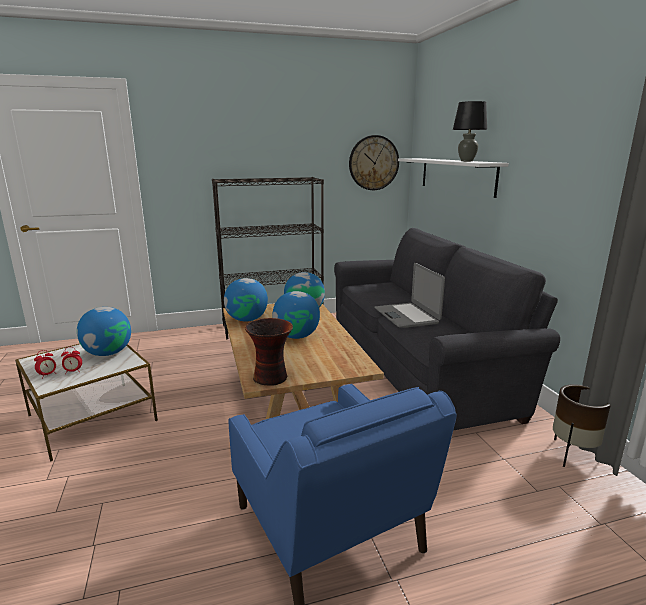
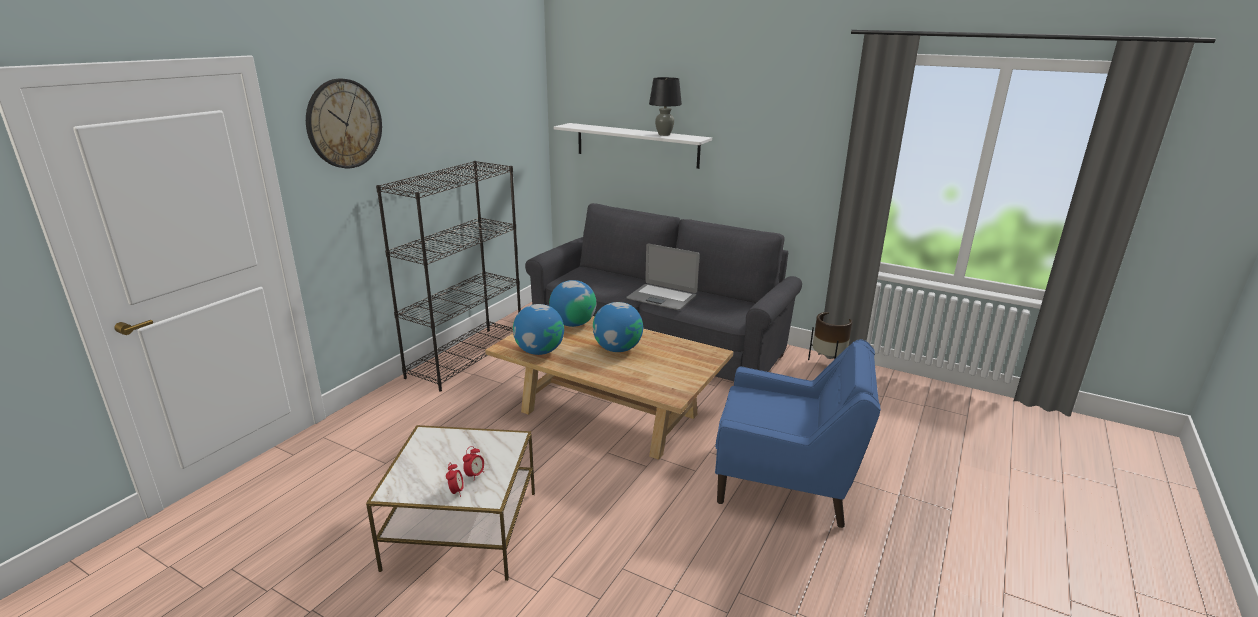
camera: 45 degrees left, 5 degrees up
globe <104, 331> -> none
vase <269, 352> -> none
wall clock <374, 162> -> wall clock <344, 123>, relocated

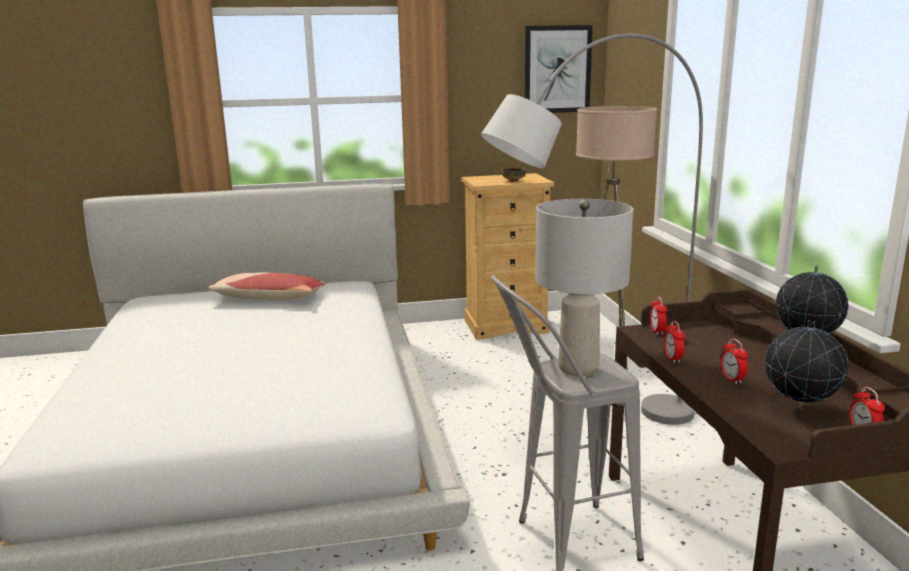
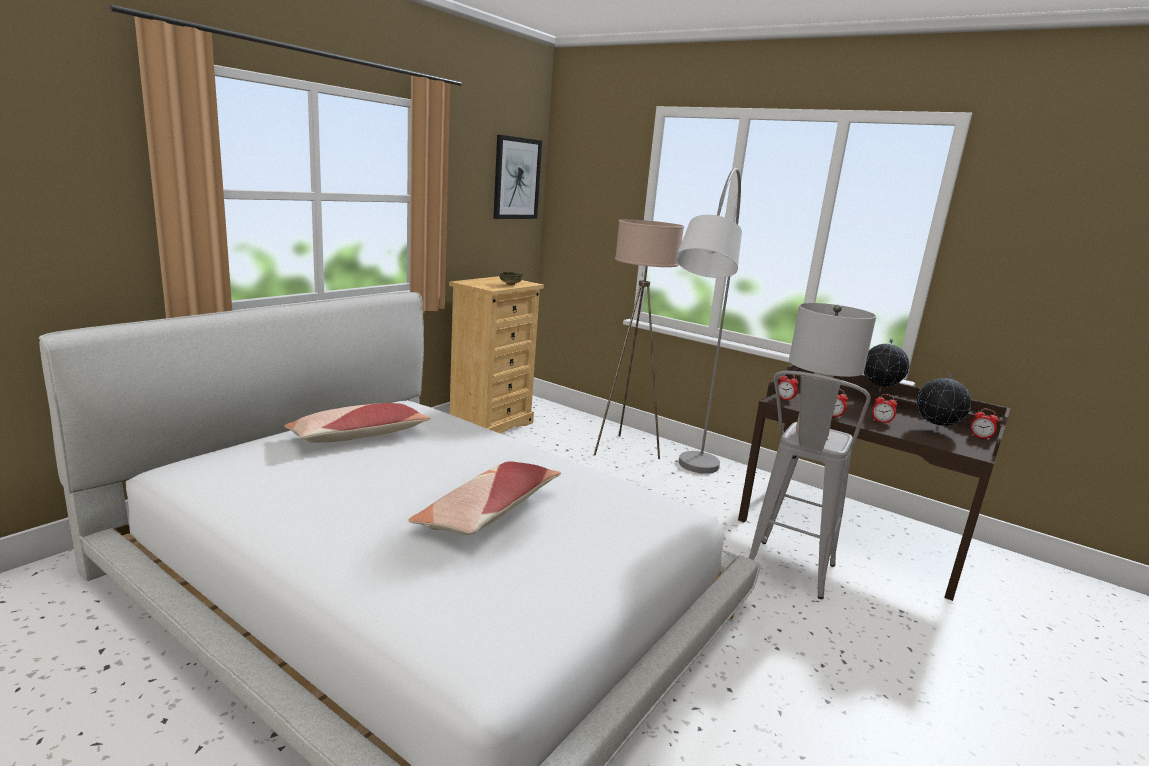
camera: 45 degrees left, 0 degrees up
none -> pillow <484, 498>

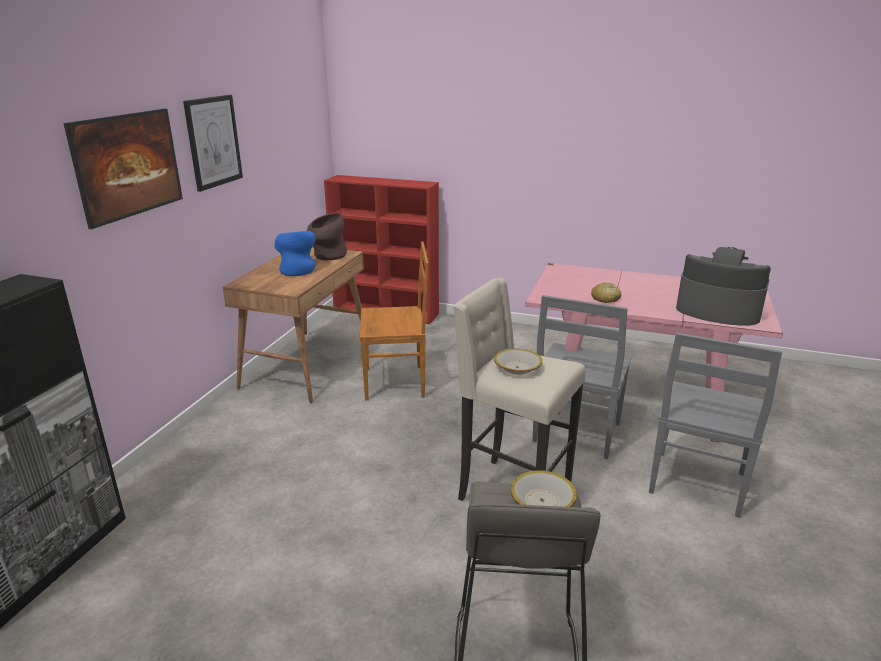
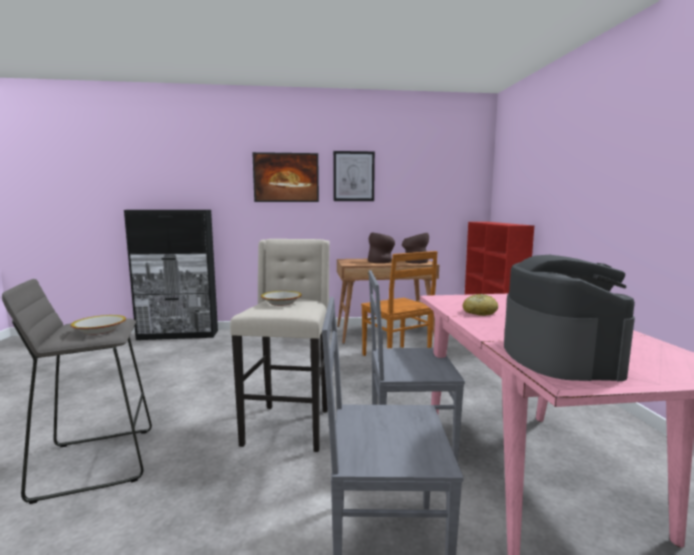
camera: 65 degrees right, 15 degrees down
blue vase <295, 253> -> brown vase <381, 248>

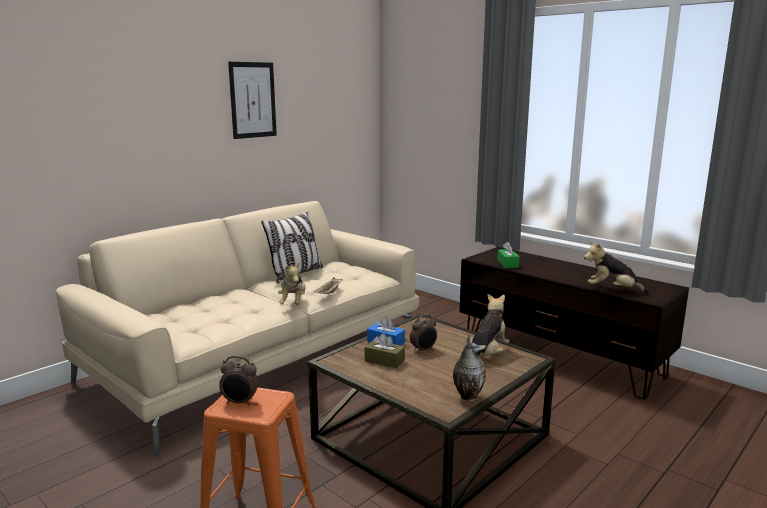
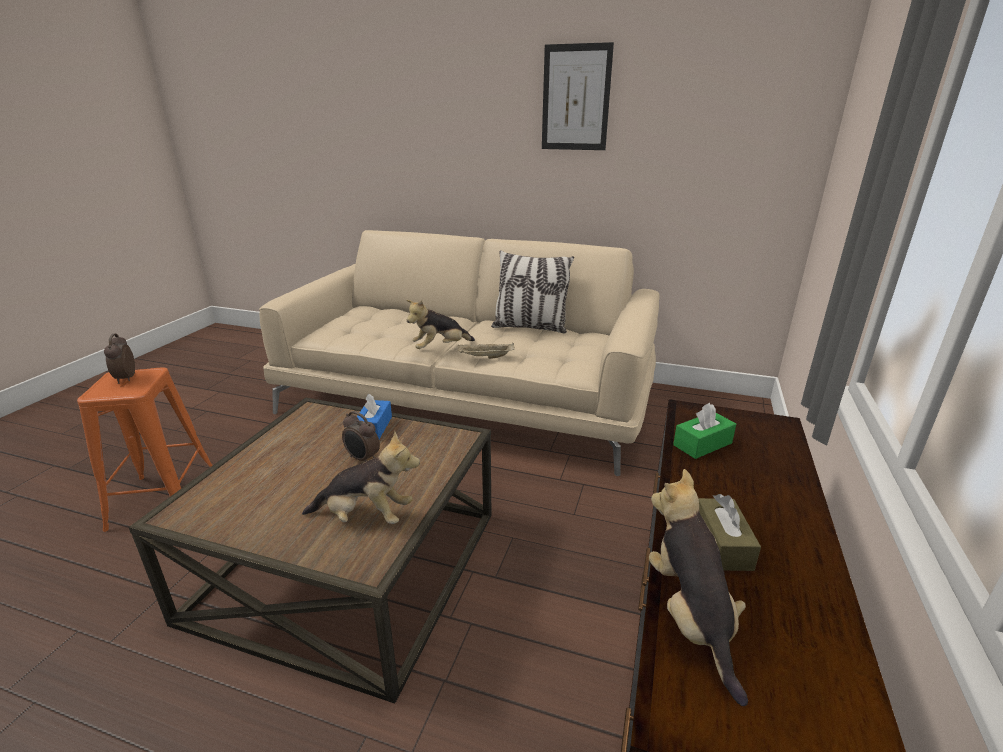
camera: 65 degrees right, 10 degrees up
brown tissue box <385, 350> -> brown tissue box <730, 532>, relocated
vase <469, 368> -> none

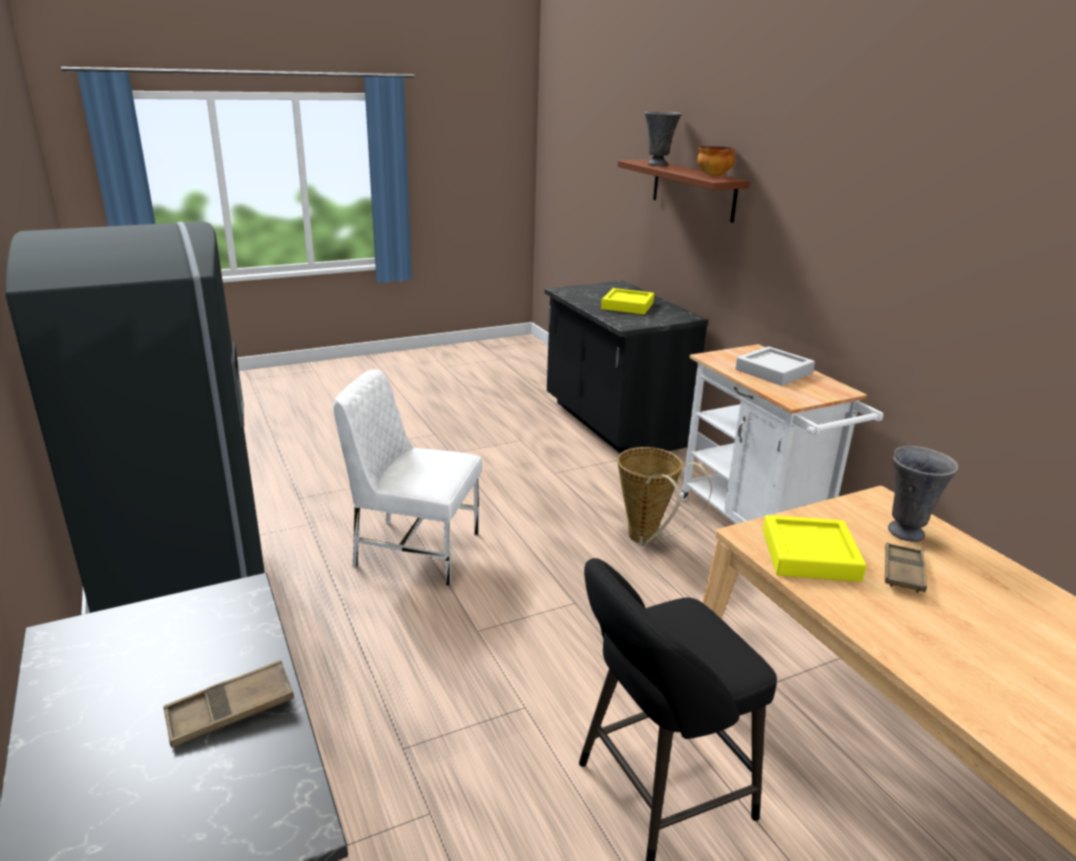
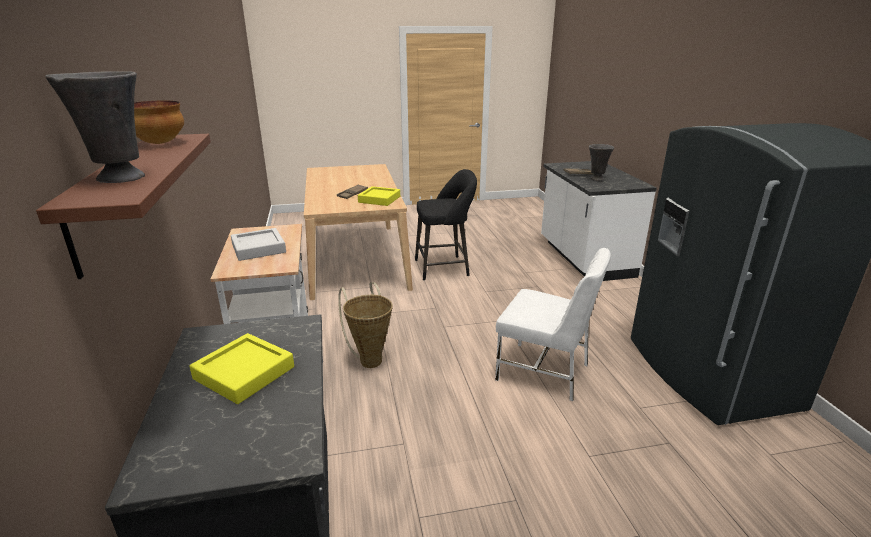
camera: 165 degrees left, 0 degrees up
grey vase <923, 494> -> grey vase <601, 162>, relocated

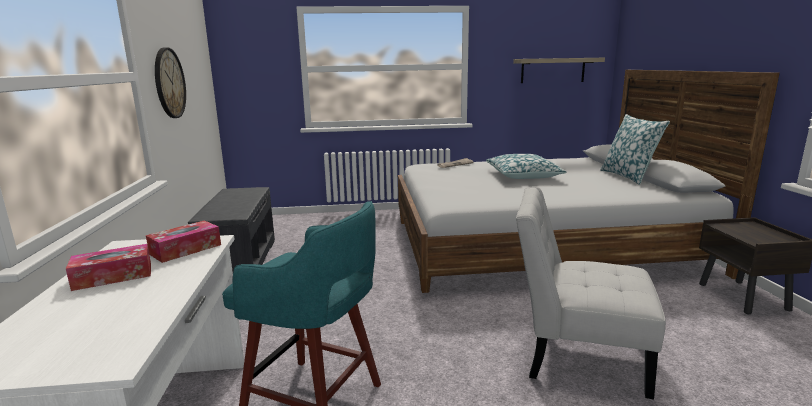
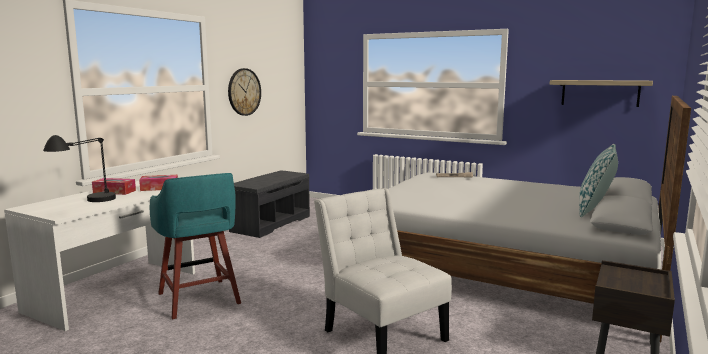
camera: 35 degrees right, 5 degrees down
pillow <526, 166> -> none
none -> black table lamp <79, 168>

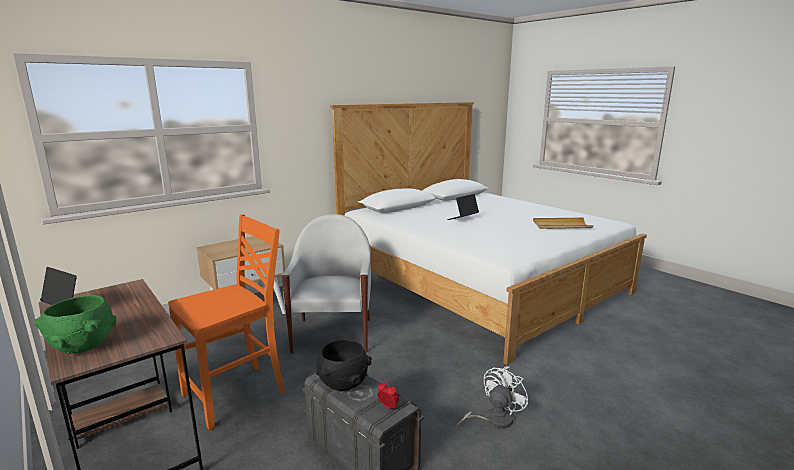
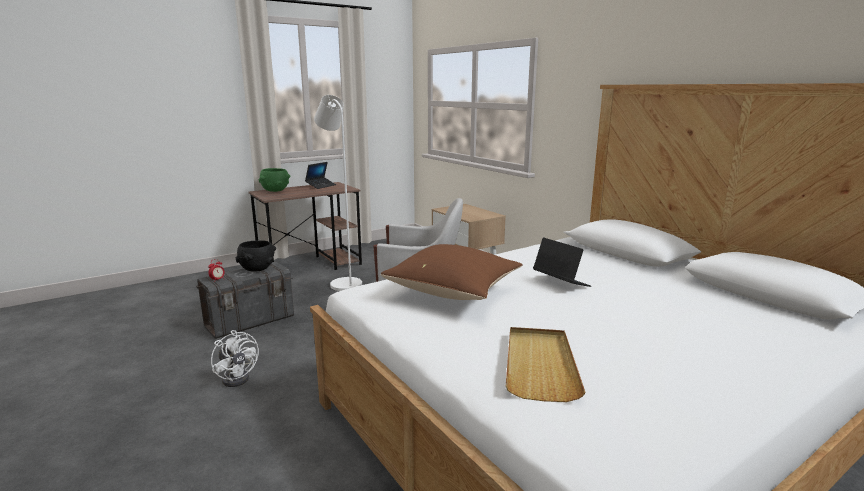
camera: 95 degrees right, 0 degrees up
orange chair <226, 322> -> white floor lamp <338, 193>
none -> brown pillow <452, 272>

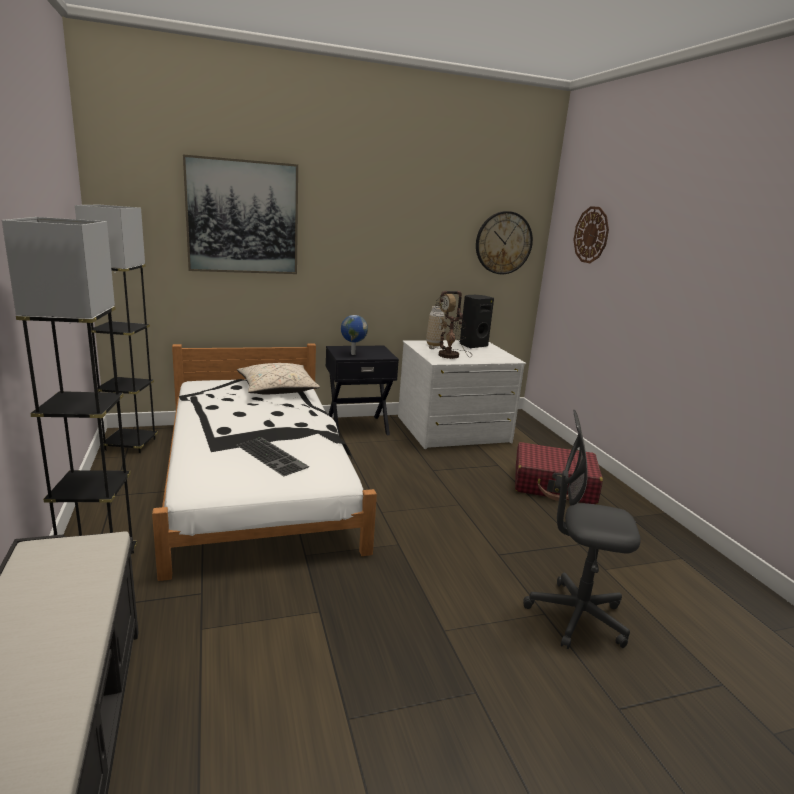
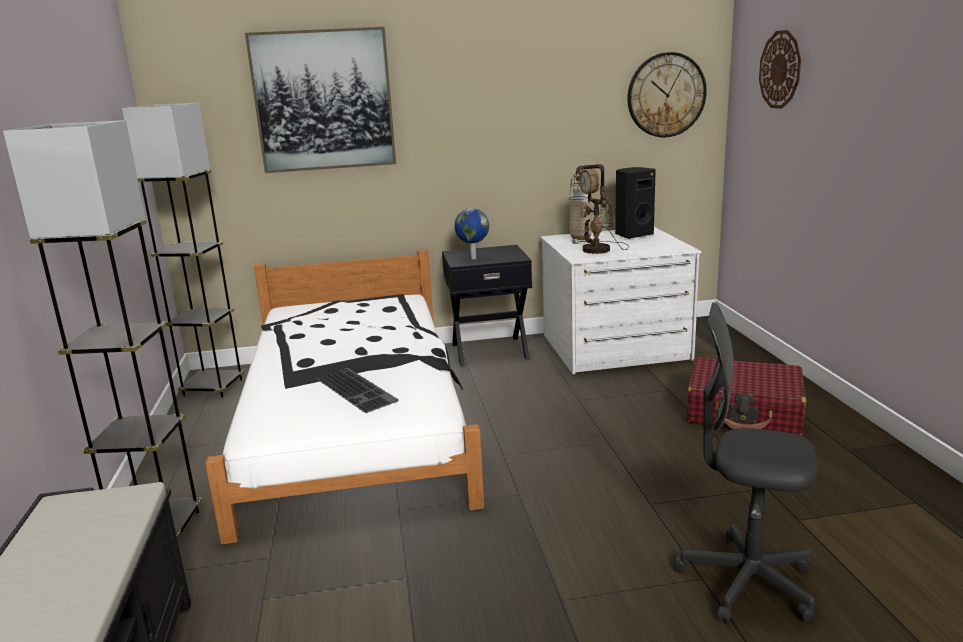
camera: 10 degrees right, 0 degrees up
beige pillow <278, 379> -> none

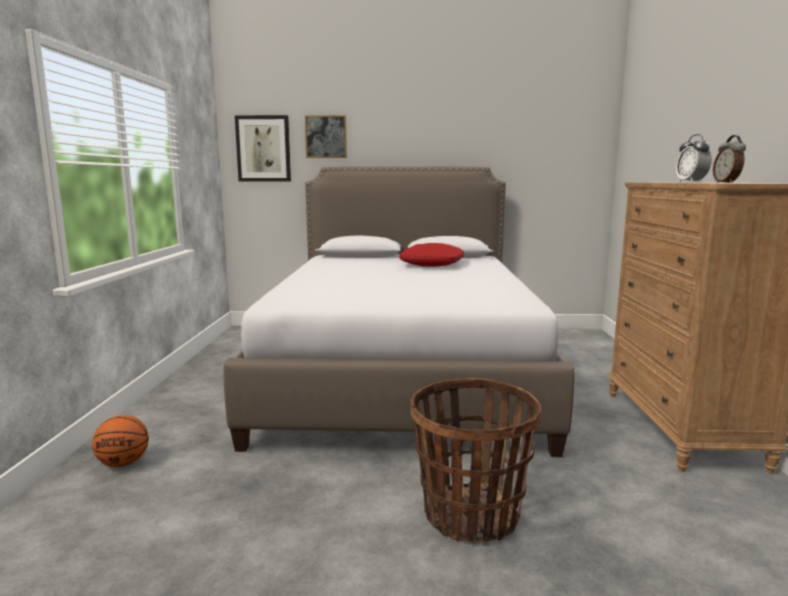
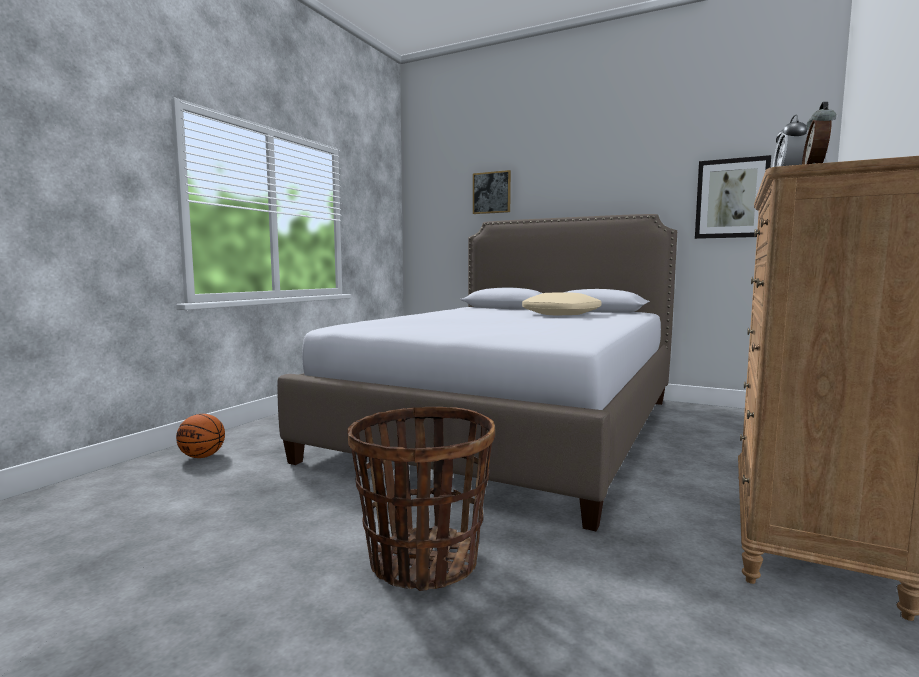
camera: 25 degrees right, 5 degrees down
picture <263, 148> -> picture <733, 197>, relocated
red pillow <432, 255> -> beige pillow <562, 303>

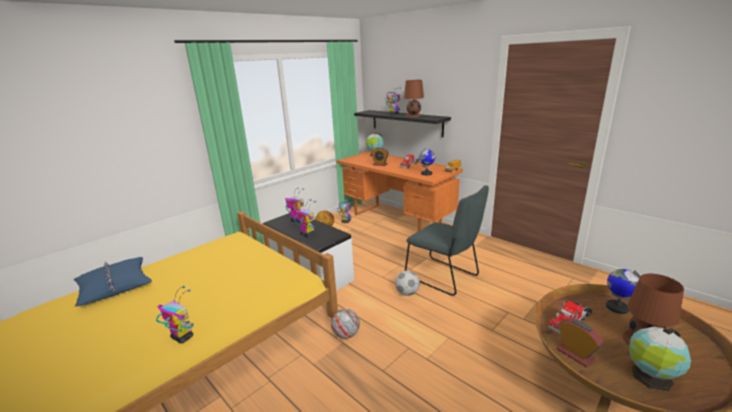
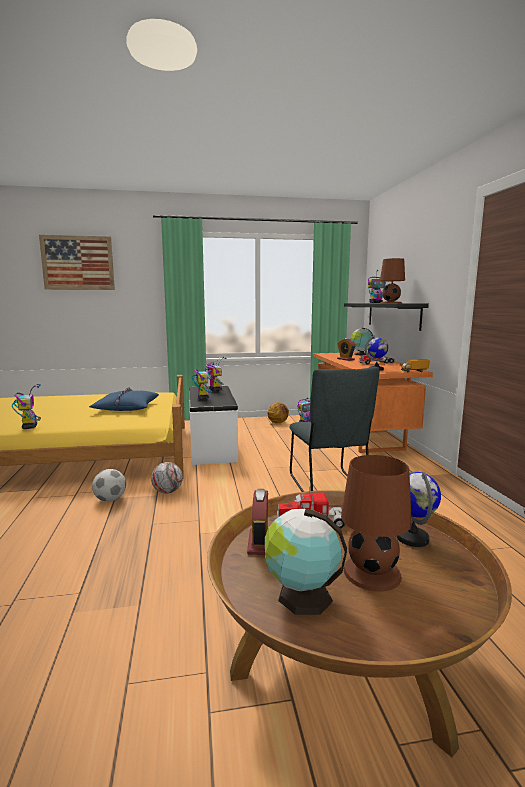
camera: 35 degrees right, 10 degrees down
blue pillow <113, 282> -> blue pillow <124, 399>, relocated
football <407, 283> -> football <109, 485>, relocated
none -> picture <77, 262>

